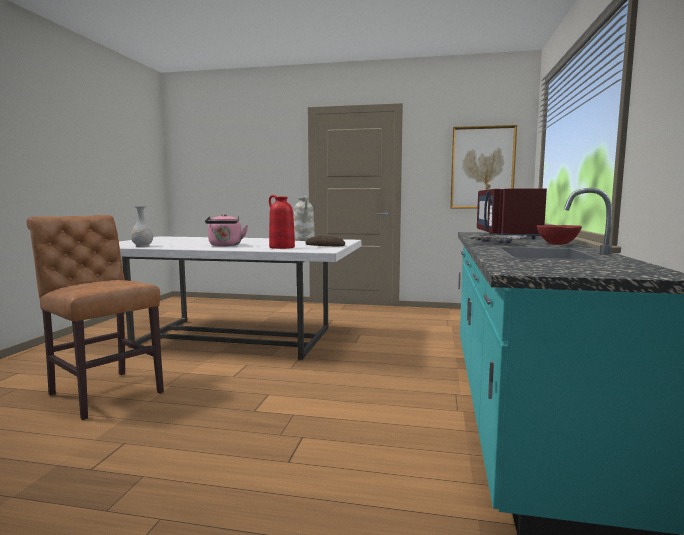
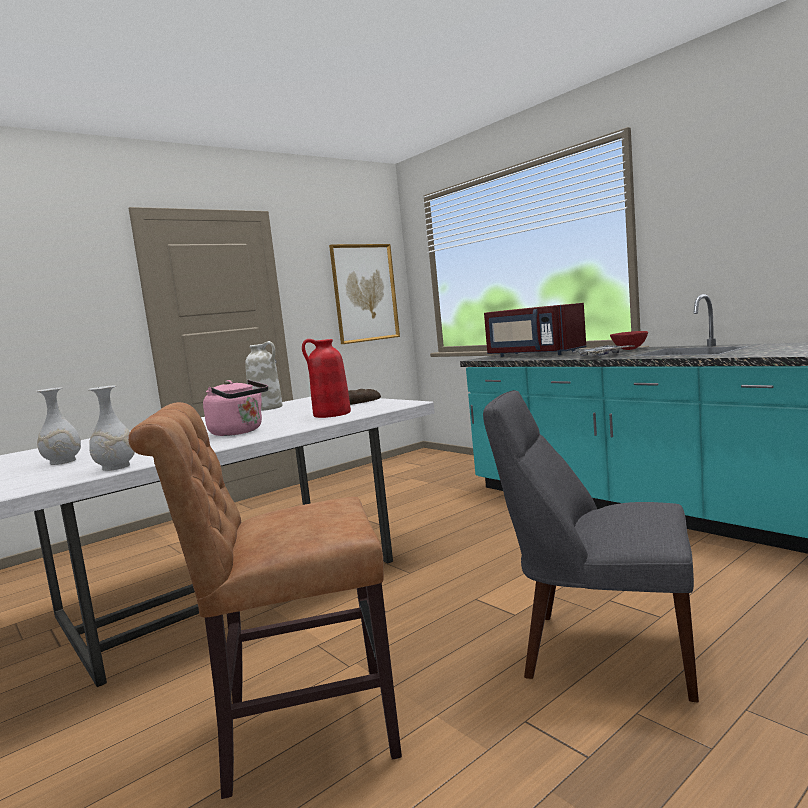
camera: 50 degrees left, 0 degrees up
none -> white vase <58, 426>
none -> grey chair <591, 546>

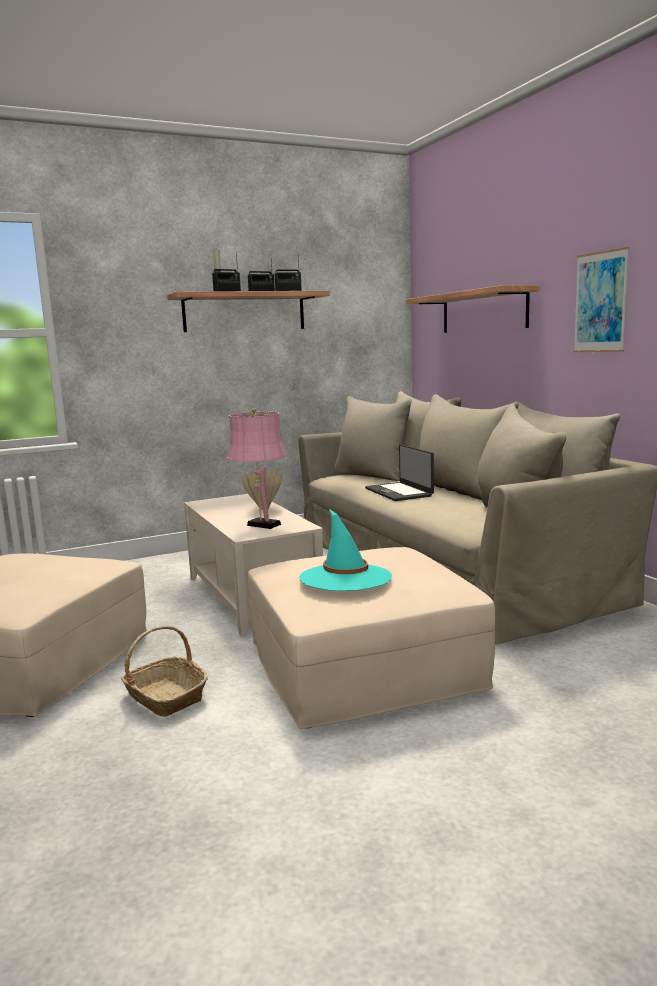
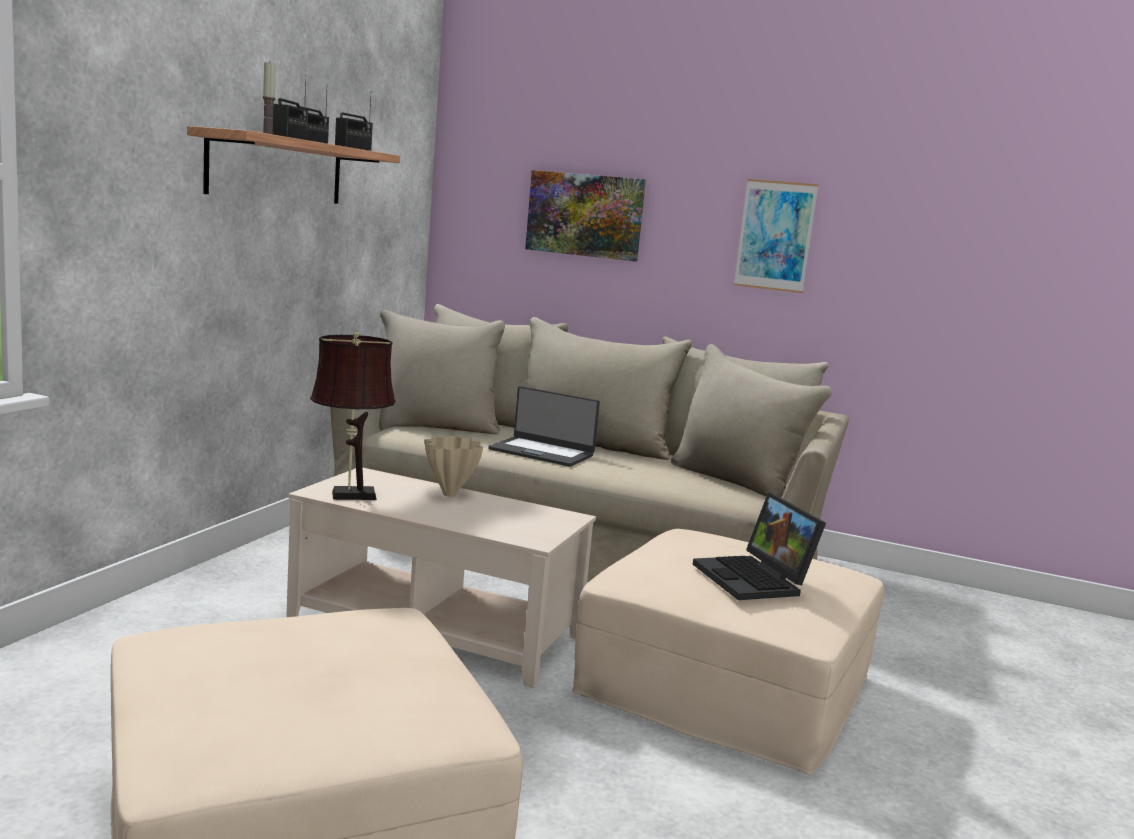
camera: 45 degrees left, 0 degrees up
basket <164, 671> -> none
pink table lamp <256, 468> -> none
turquoise hat <346, 550> -> laptop <759, 546>
shelf <473, 309> -> picture <585, 215>
none -> brown table lamp <352, 415>

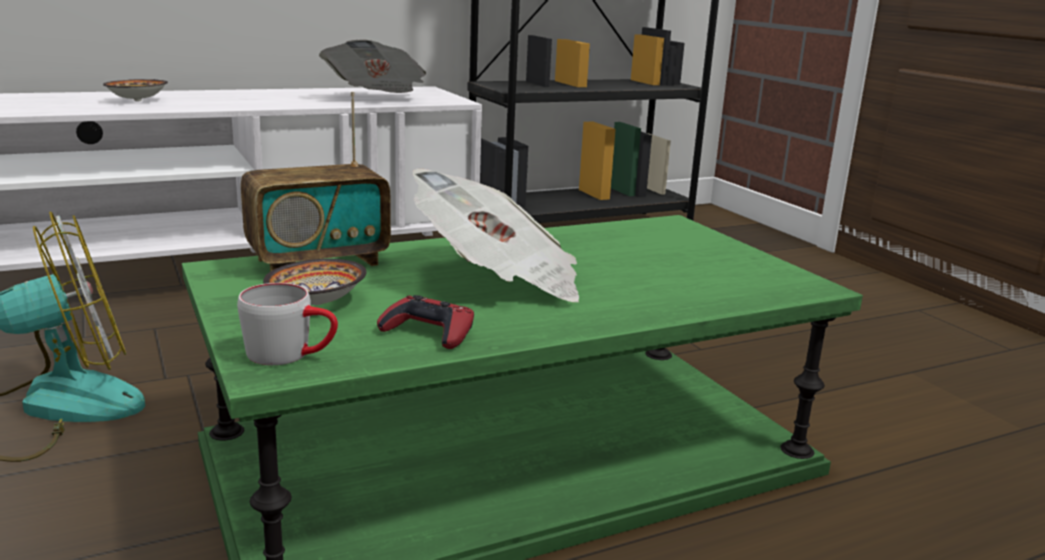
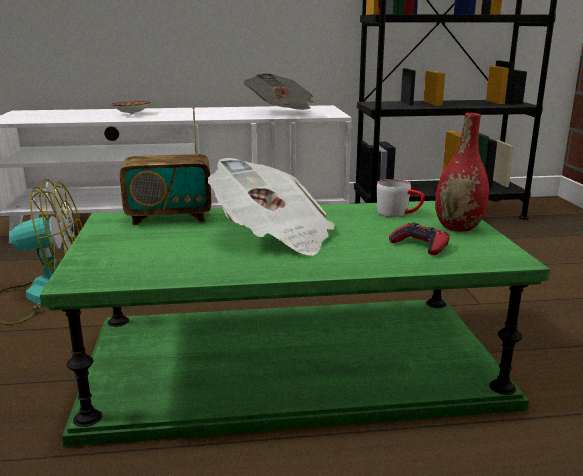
camera: 20 degrees right, 0 degrees up
grey mug <287, 324> -> grey mug <400, 198>, relocated
bowl <315, 282> -> none
red game controller <425, 322> -> red game controller <419, 238>, relocated
none -> red vase <462, 172>

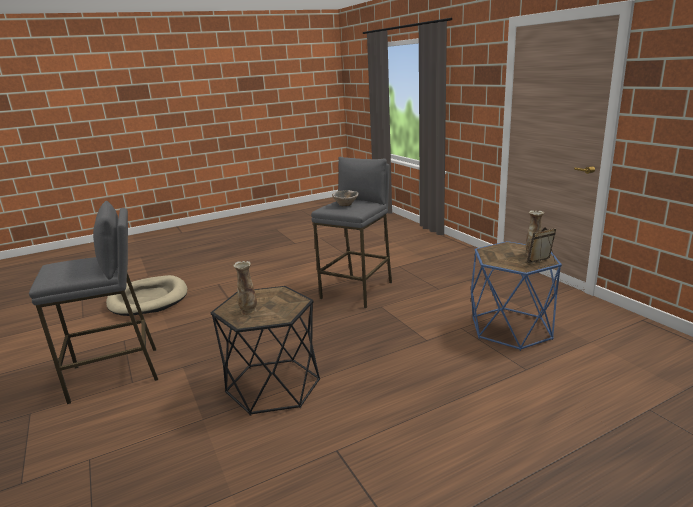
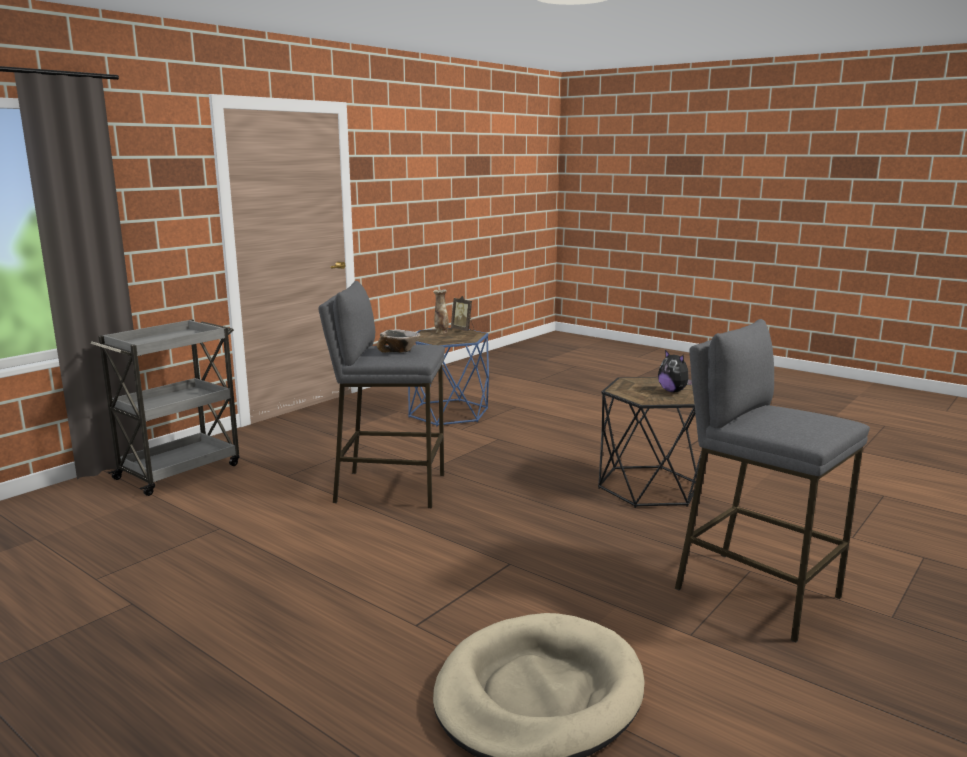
camera: 115 degrees left, 5 degrees down
vase <245, 288> -> plush toy <675, 371>
none -> grey cart <165, 407>

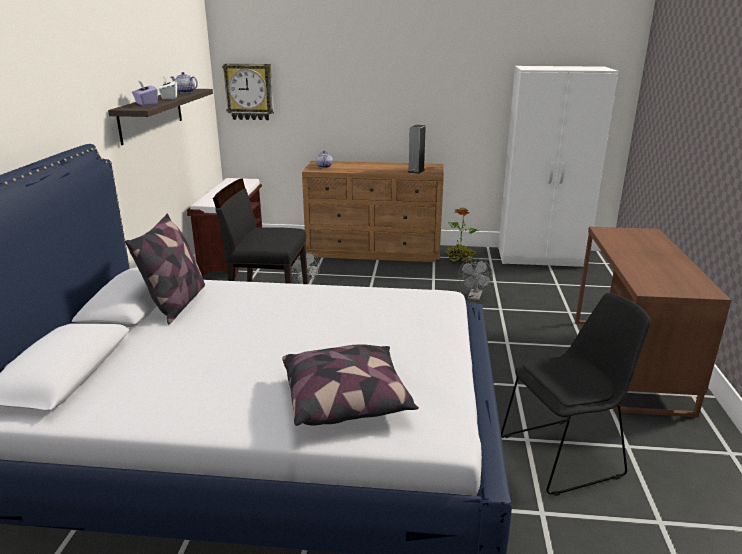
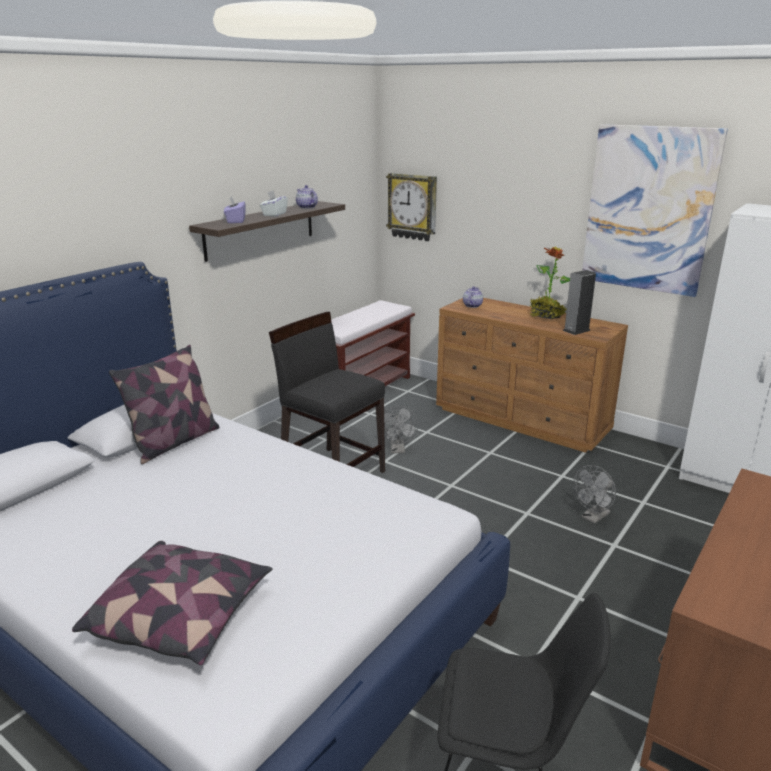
camera: 30 degrees right, 0 degrees up
potted plant <462, 234> -> potted plant <549, 282>, relocated
none -> picture <655, 210>

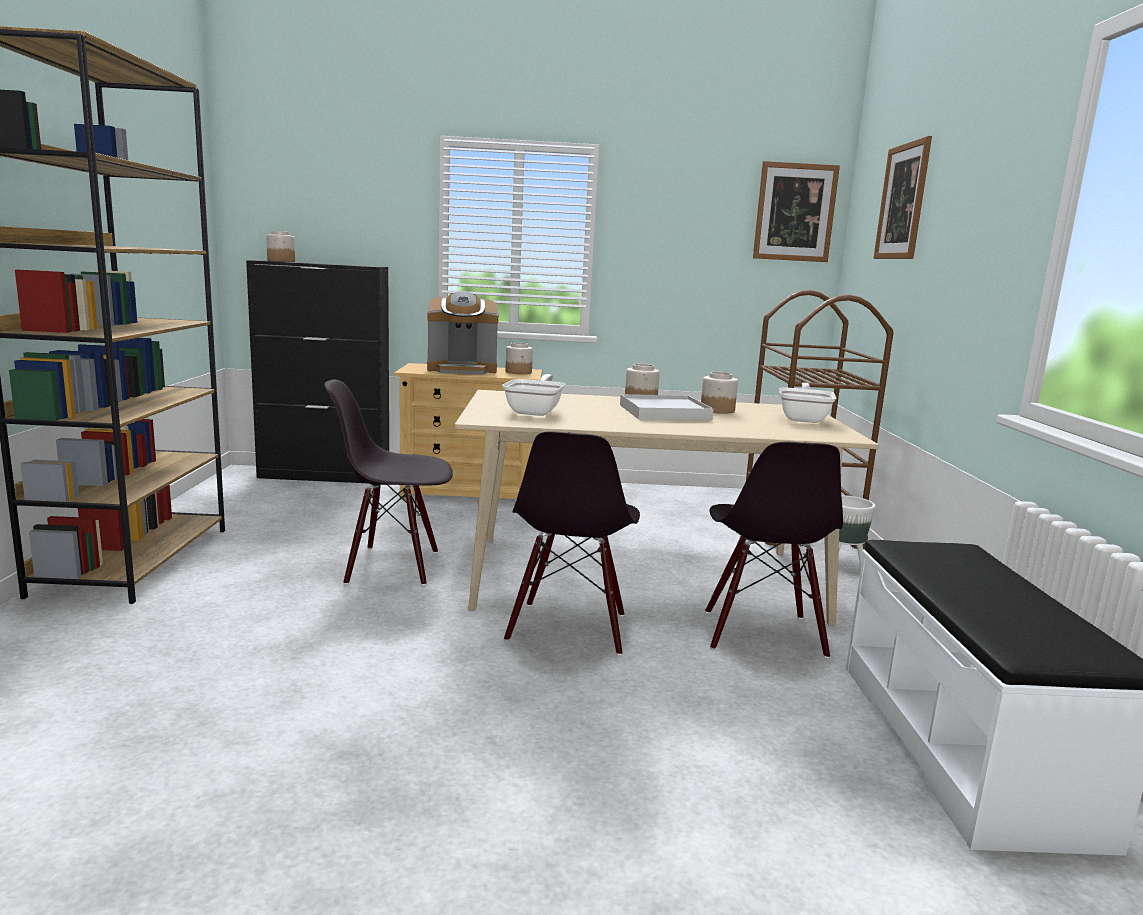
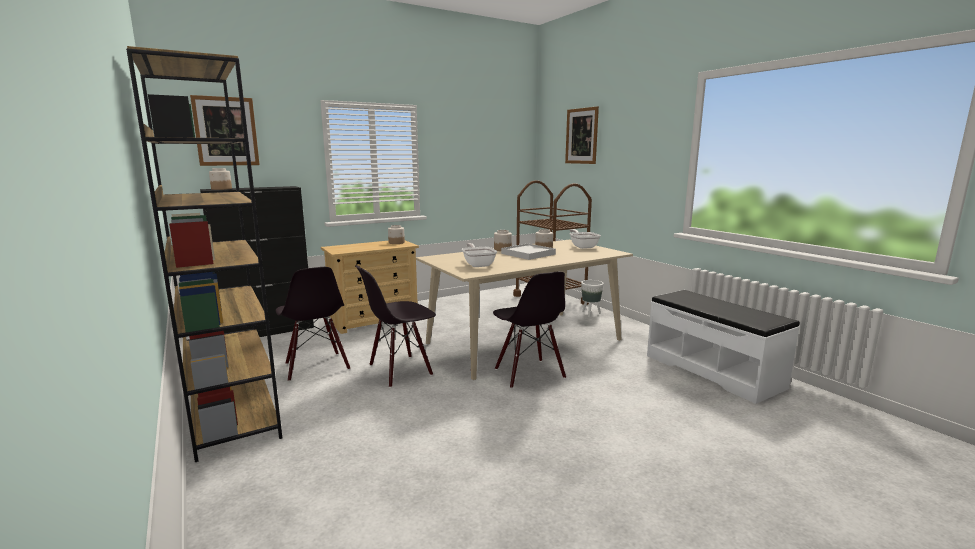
camera: 30 degrees left, 0 degrees up
coffee machine <463, 333> -> none
black chair <774, 550> -> black chair <313, 324>, relocated
picture <796, 211> -> picture <225, 130>, relocated

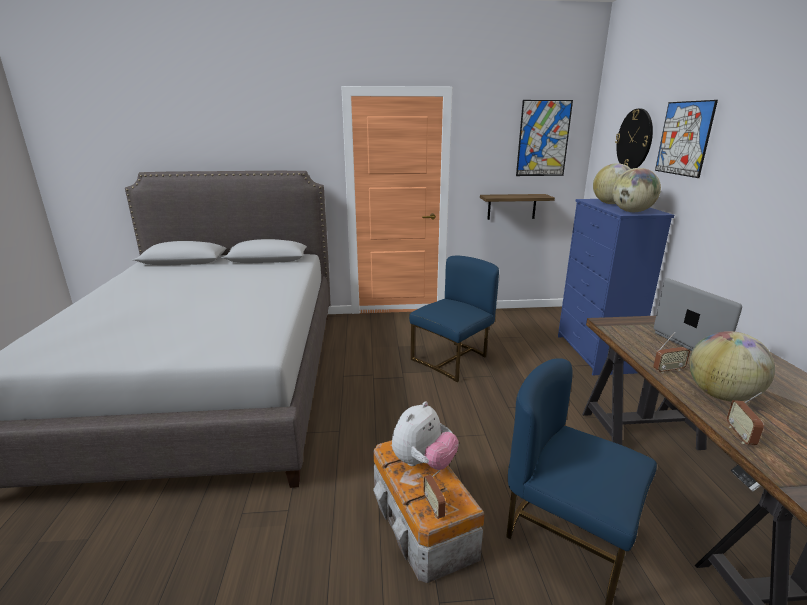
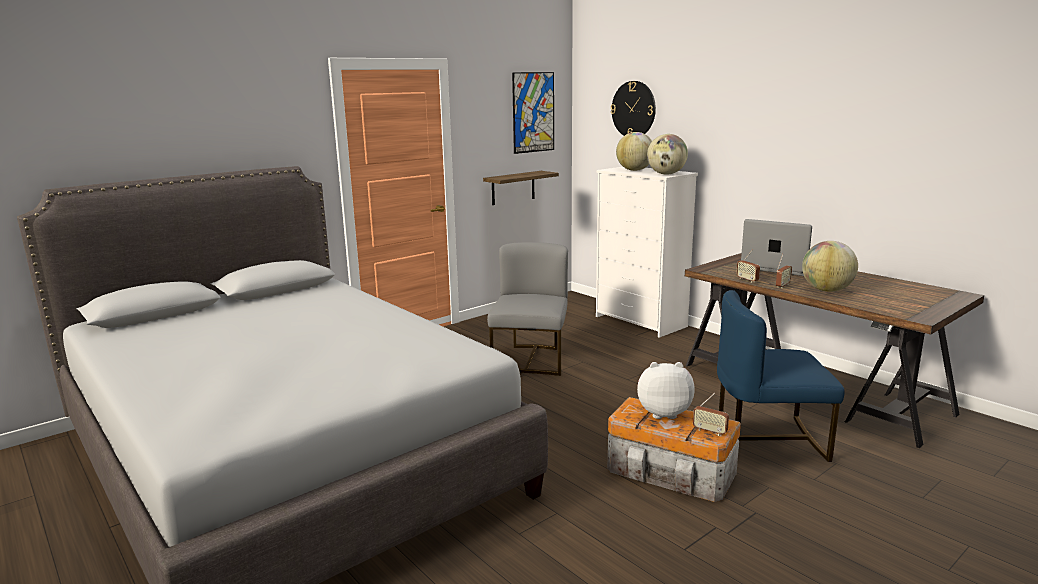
camera: 35 degrees left, 5 degrees down
plush toy <425, 436> -> plush toy <666, 390>, 90 degrees counterclockwise
blue chair <454, 319> -> grey chair <527, 309>
blue dresser <616, 287> -> white dresser <647, 252>
picture <686, 139> -> none
radio <745, 418> -> radio <748, 266>, relocated

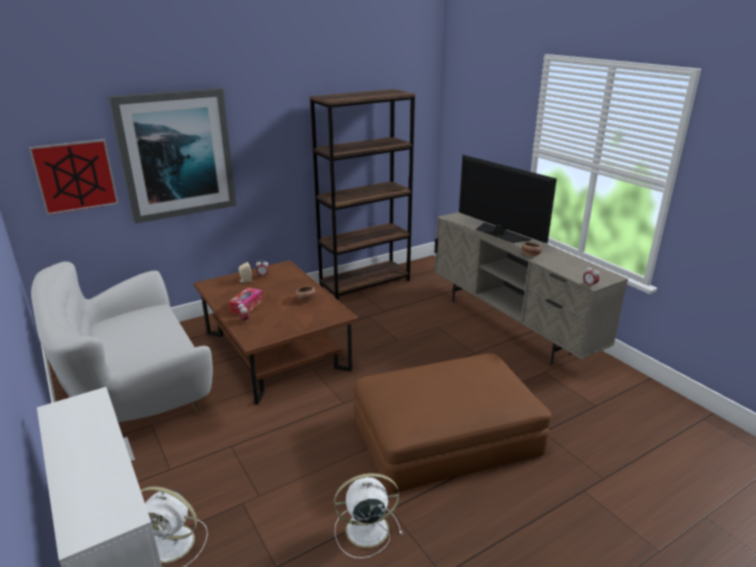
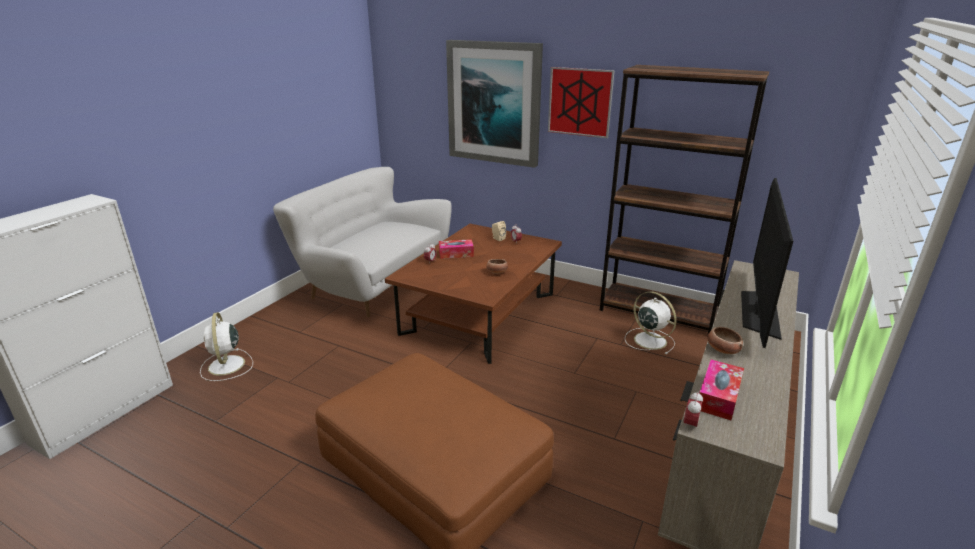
camera: 60 degrees right, 0 degrees up
picture <74, 177> -> picture <581, 102>, relocated
white fan <368, 516> -> white fan <651, 322>, relocated
none -> tissue box <721, 389>

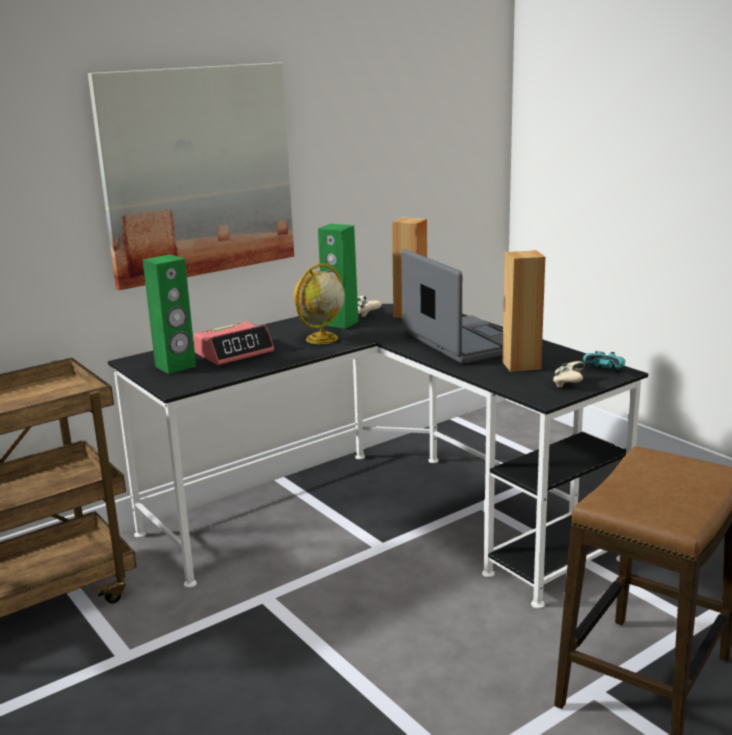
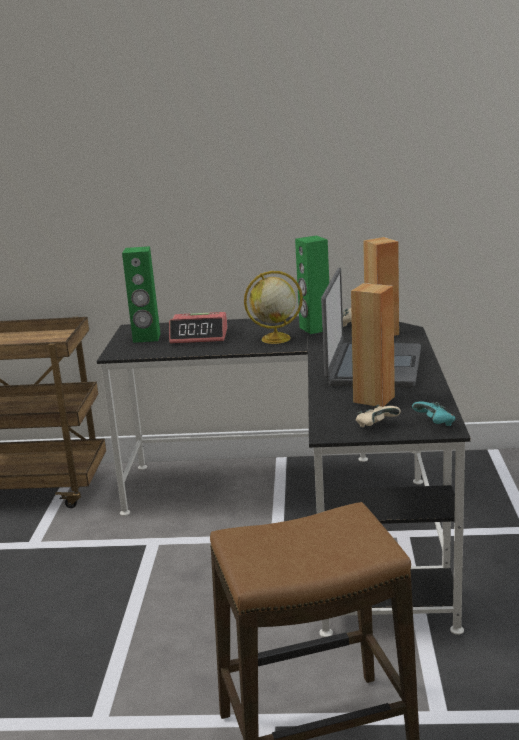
camera: 40 degrees right, 0 degrees up
picture <191, 176> -> none

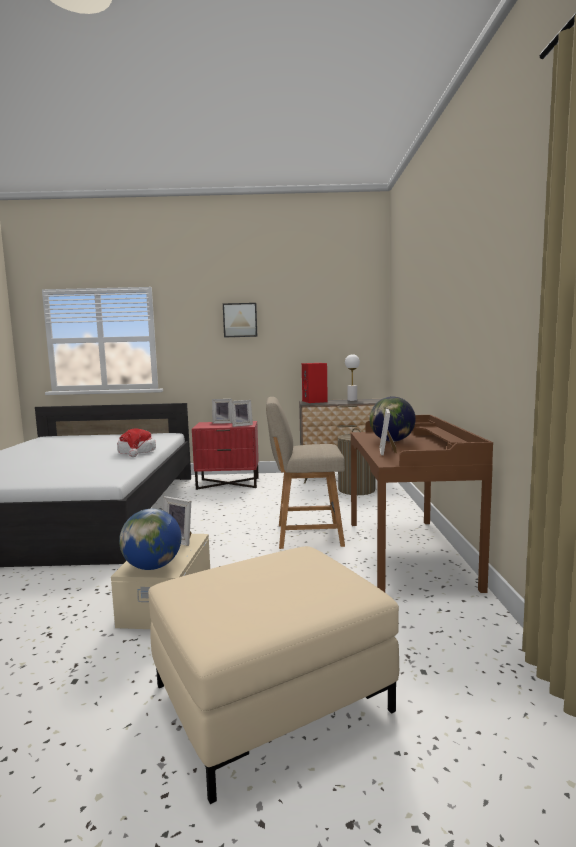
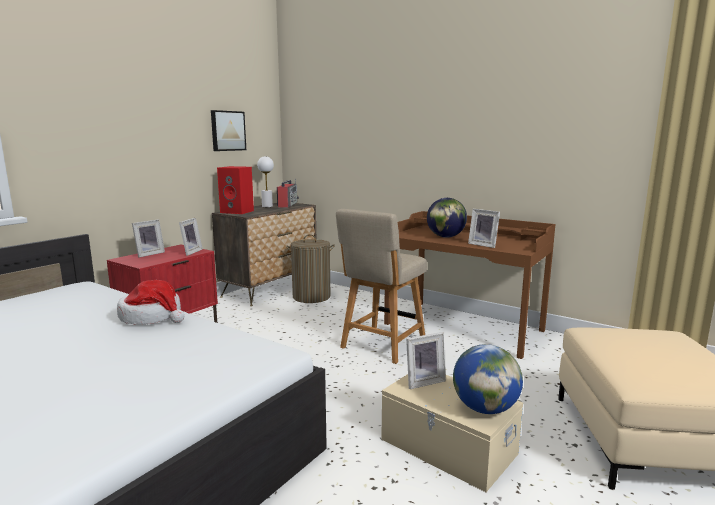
camera: 55 degrees left, 5 degrees up
picture <240, 320> -> picture <228, 130>, relocated
none -> radio <288, 193>

